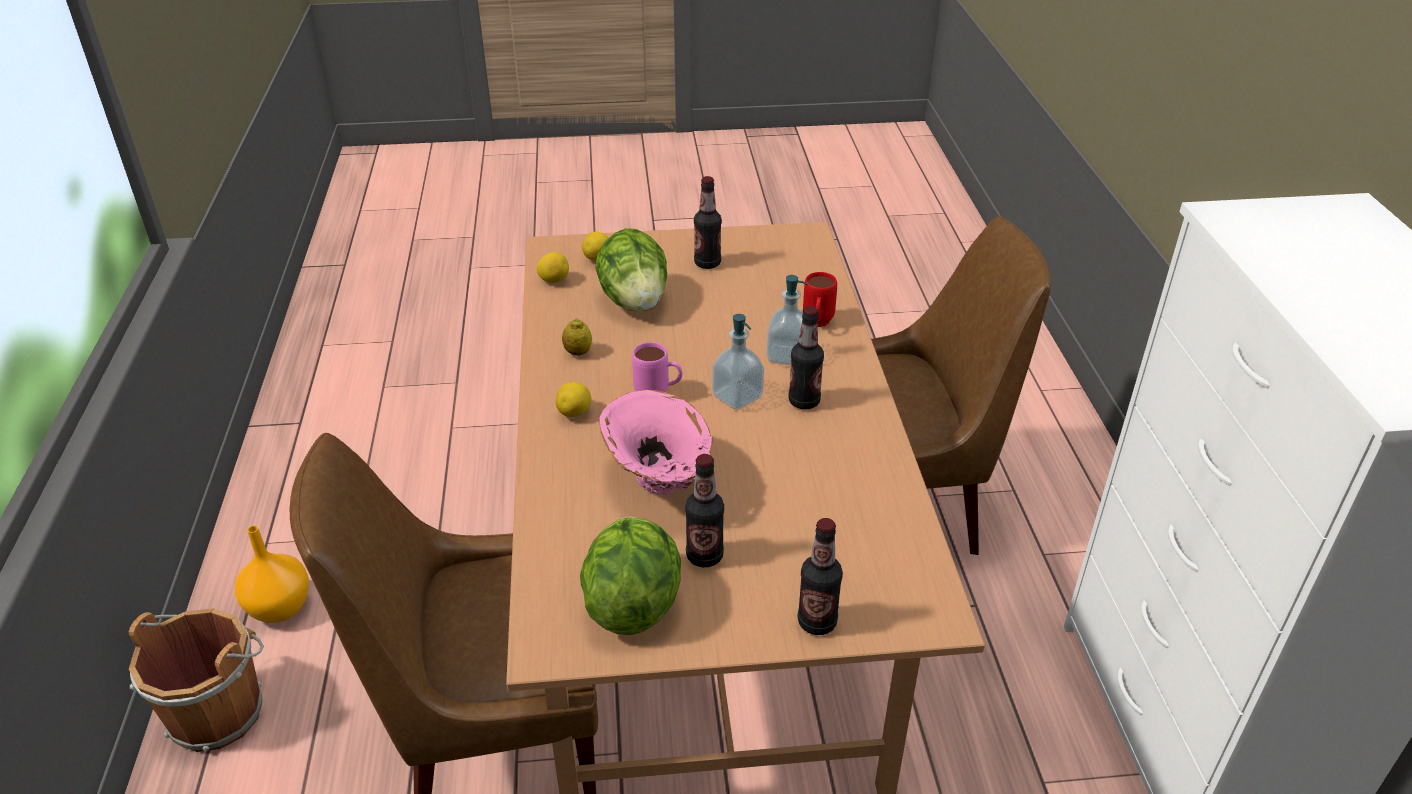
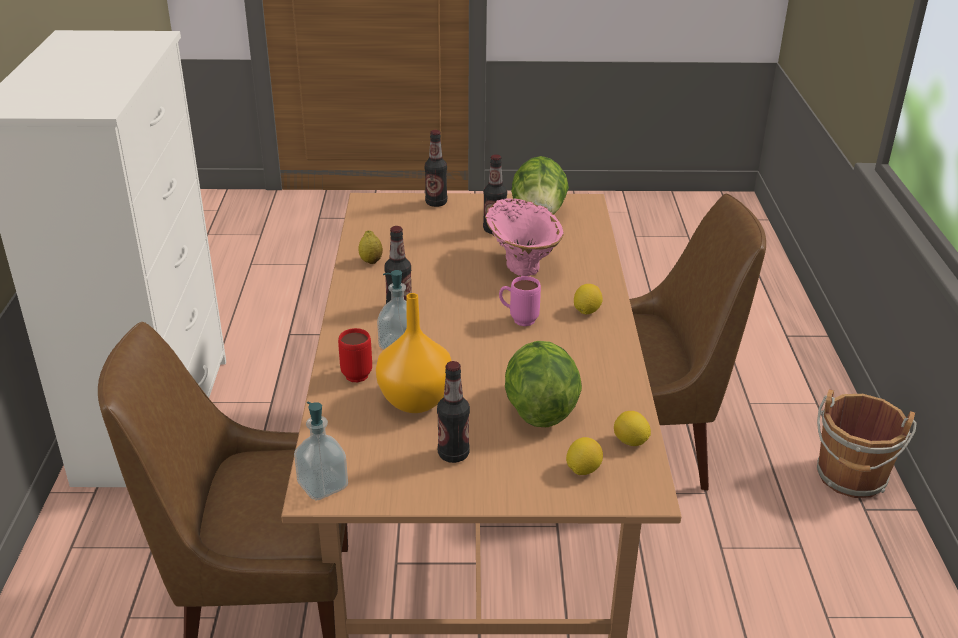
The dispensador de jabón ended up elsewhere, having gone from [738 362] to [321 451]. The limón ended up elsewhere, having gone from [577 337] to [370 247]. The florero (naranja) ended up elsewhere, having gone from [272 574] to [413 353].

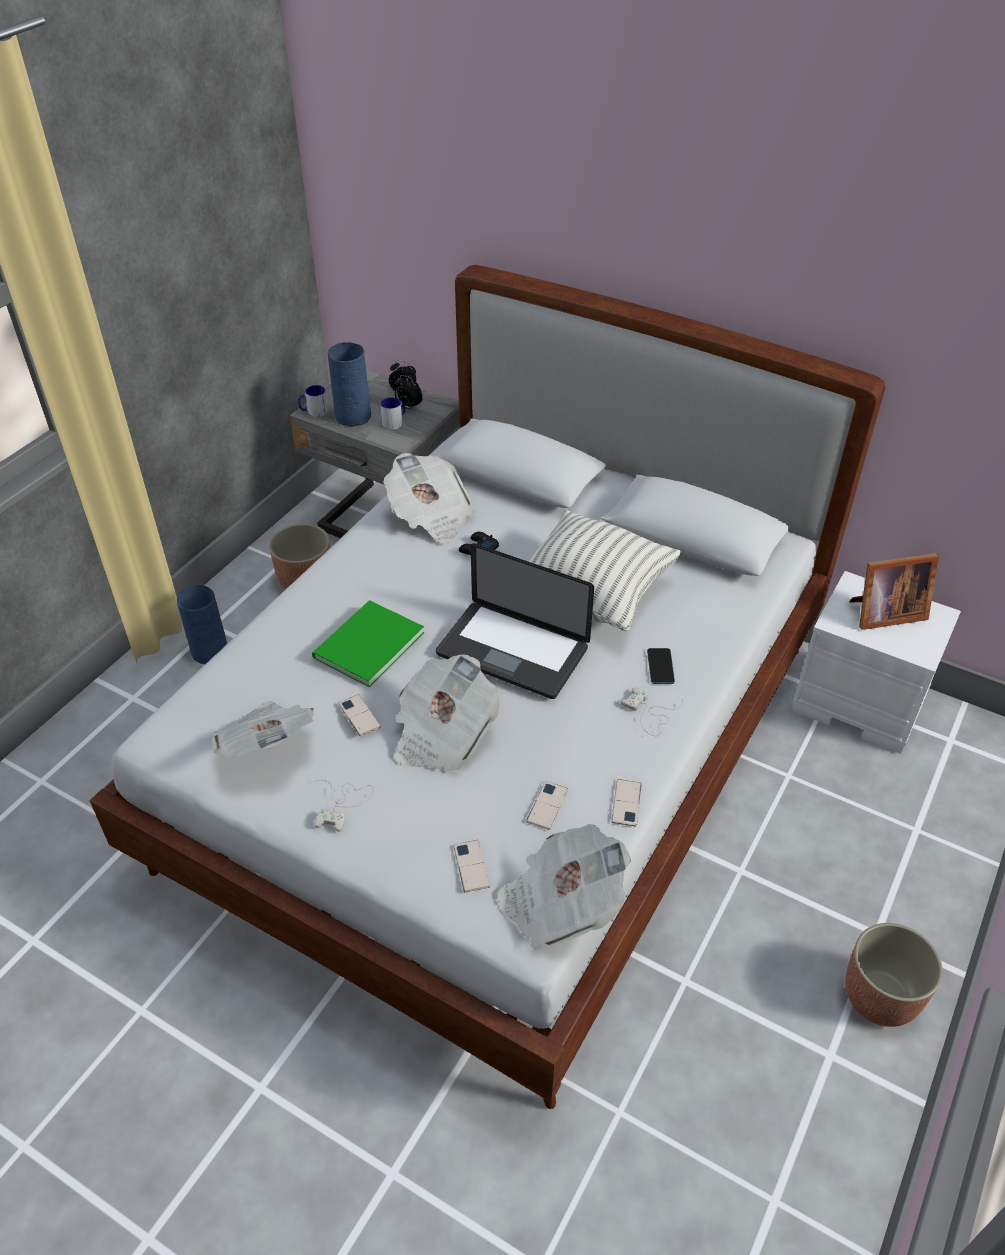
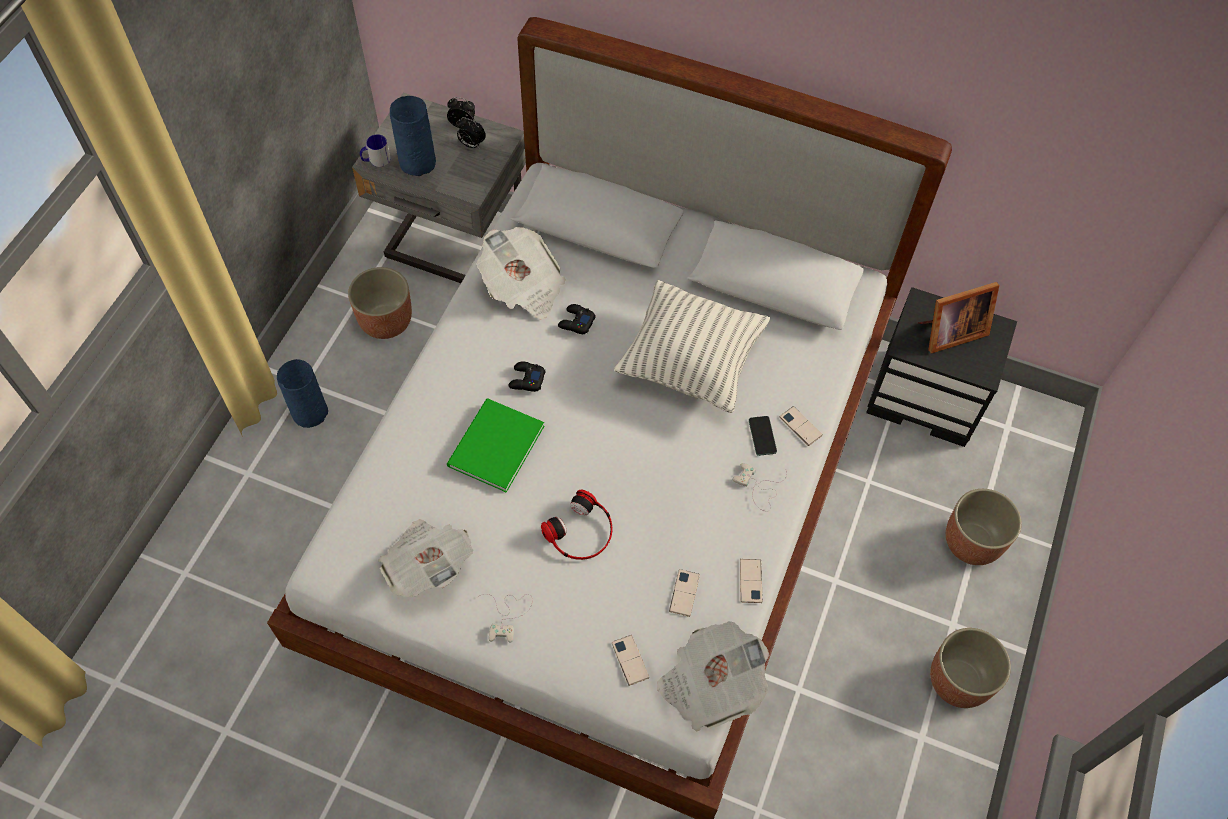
The second view lost the taza grande at [393 413]. The second view lost the portátil at [515 621]. What was the mesita de noche (blanco) at [876 662] turned into the mesita de noche (negro) at [941 367]. Where the periódico stood at [447 712], the auriculares came to stand at [576 525]. The móvil ended up elsewhere, having gone from [359 715] to [801 426]. The second view gained the mando de consola (negro) at [527 377]. The second view gained the maceta at [984 527].

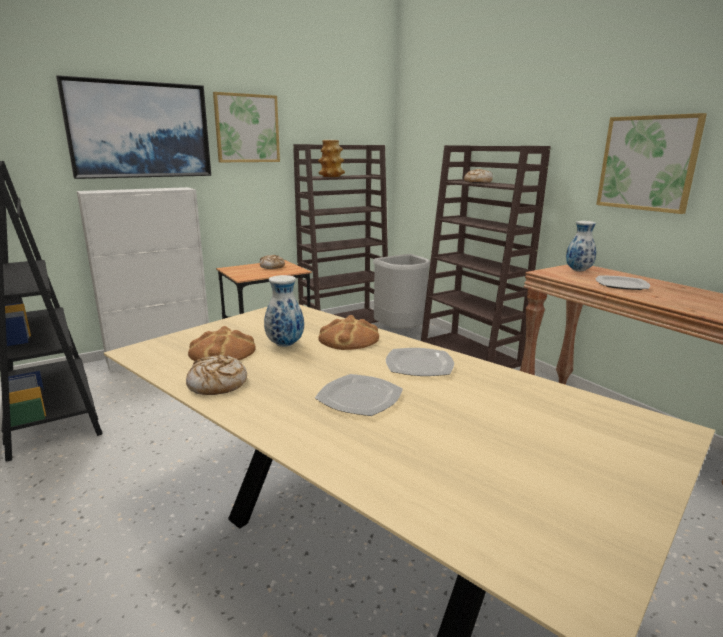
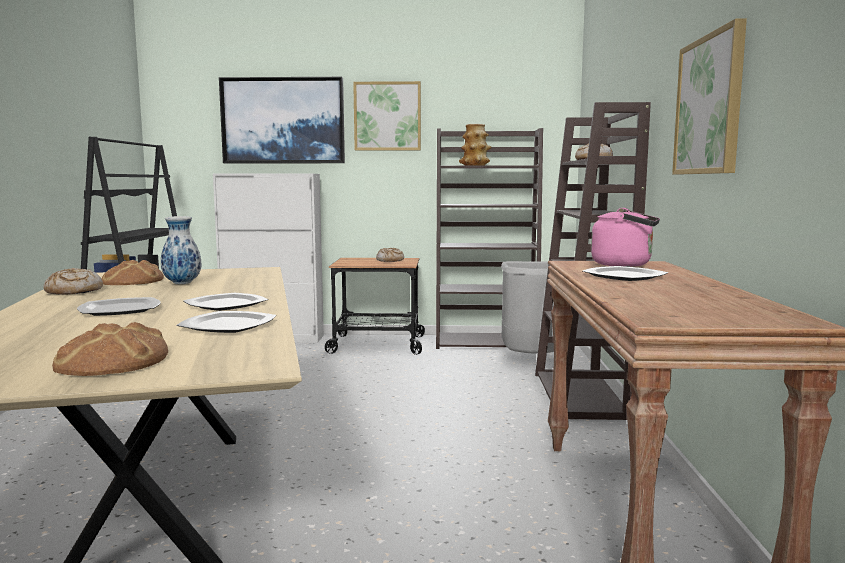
Where the florero stood at [581 246], the hervidor (rosa) came to stand at [625 237]. The pan ended up elsewhere, having gone from [348 332] to [110 349]. The second view gained the plato at [226 322].

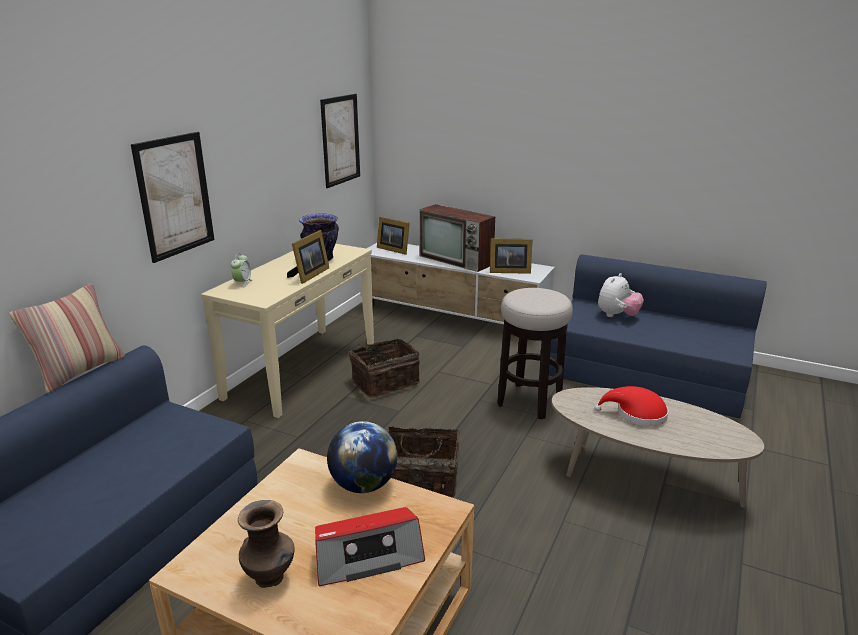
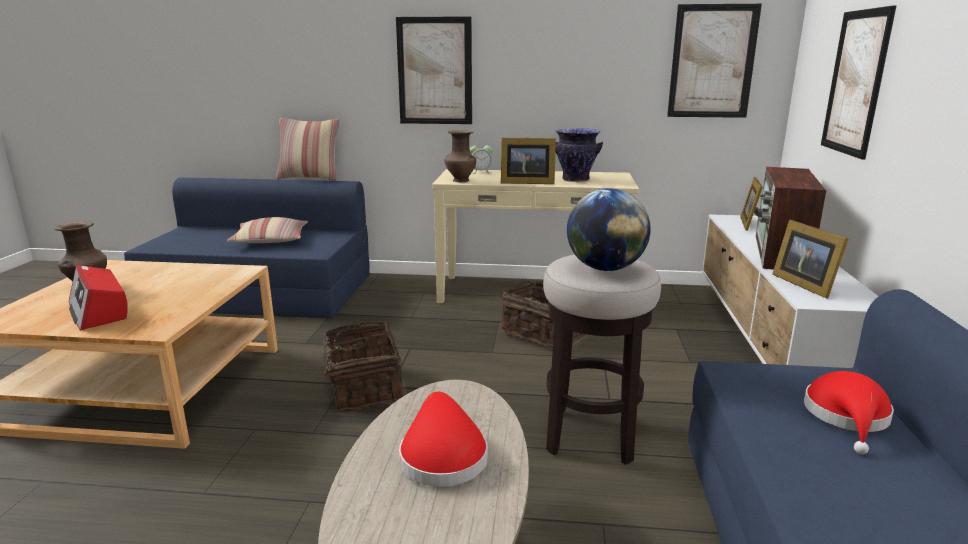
Where the peluche stood at [621 295], the sombrero (rojo) came to stand at [849 412]. The globo terráqueo ended up elsewhere, having gone from [362 457] to [609 229]. The second view gained the cuadro at [858 83]. The second view gained the florero (marrón) at [460 156]. The second view gained the cojín at [267 230].

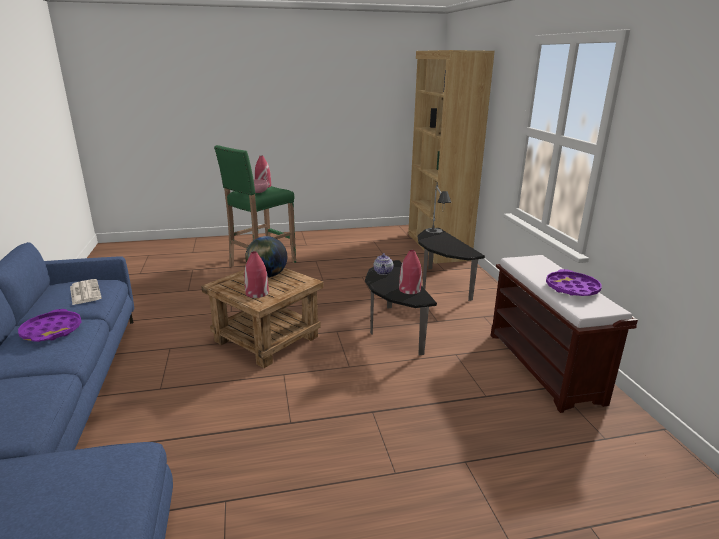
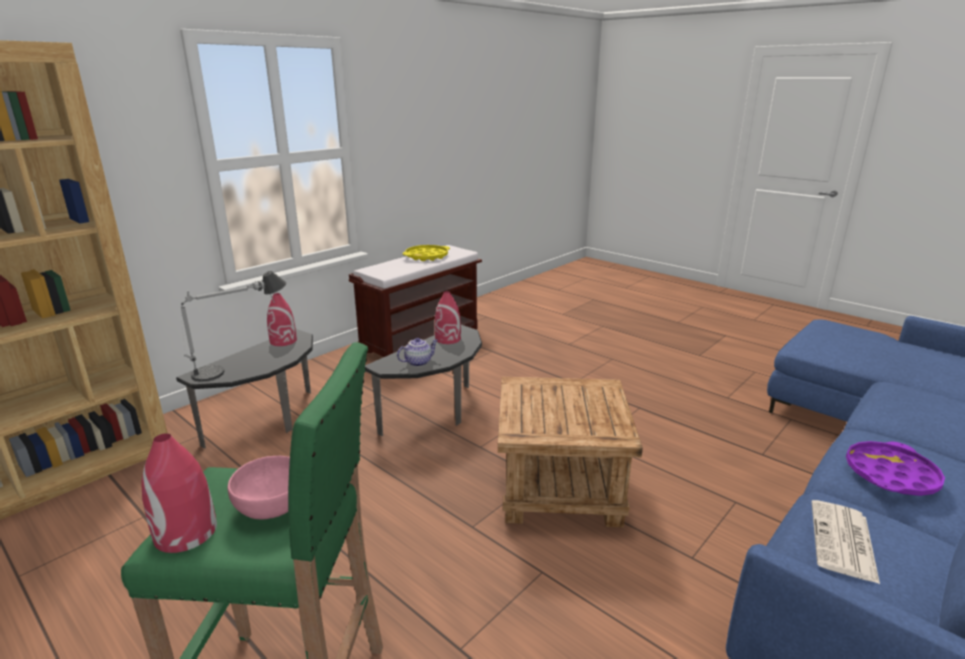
The second view lost the globo terráqueo at [266 256]. The florero (rojo) ended up elsewhere, having gone from [256 274] to [282 319]. What was the bandeja (morado) at [574 282] turned into the bandeja (amarillo) at [426 253].

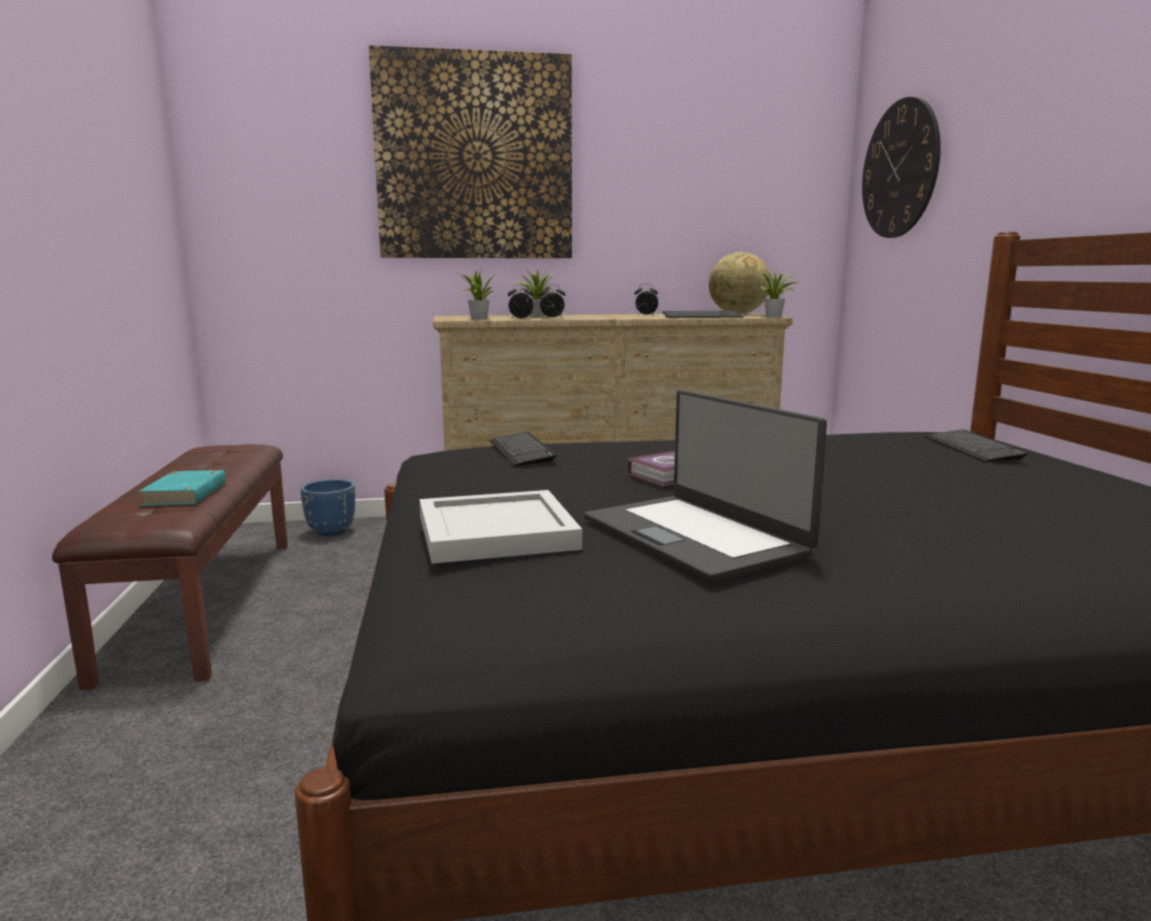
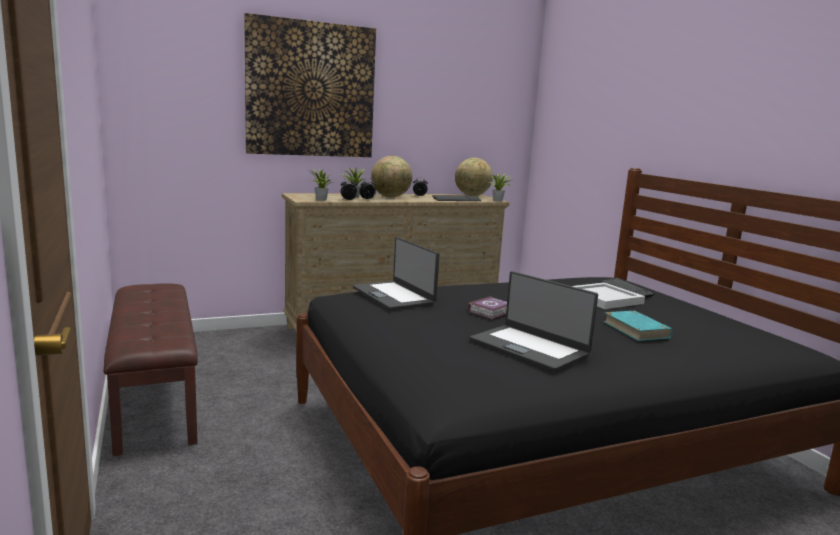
The second view lost the reloj de pared at [901 167]. Where the teclado stood at [523 449], the portátil came to stand at [396 273]. The libro (turquesa) ended up elsewhere, having gone from [182 488] to [637 326]. The second view lost the maceta (azul) at [327 507]. The bandeja (blanco) ended up elsewhere, having gone from [501 527] to [608 296]. The second view gained the globo terráqueo at [391 176].

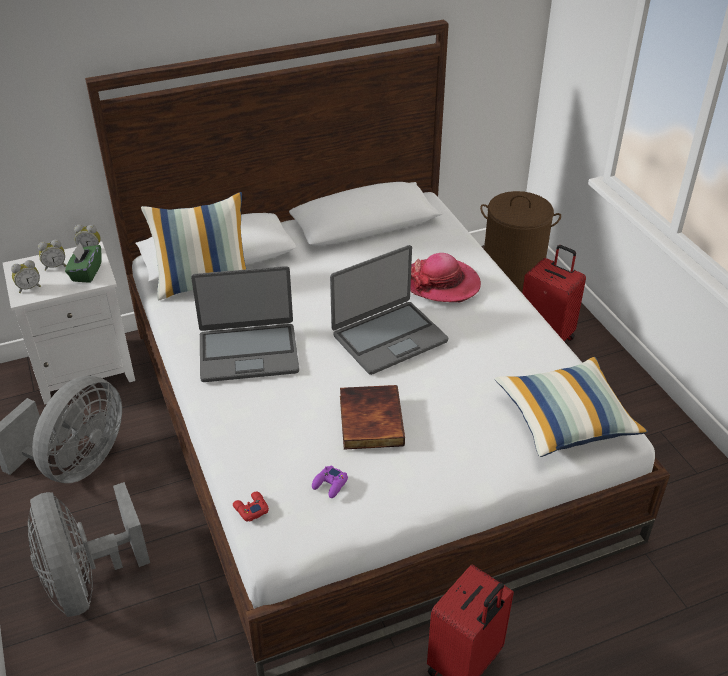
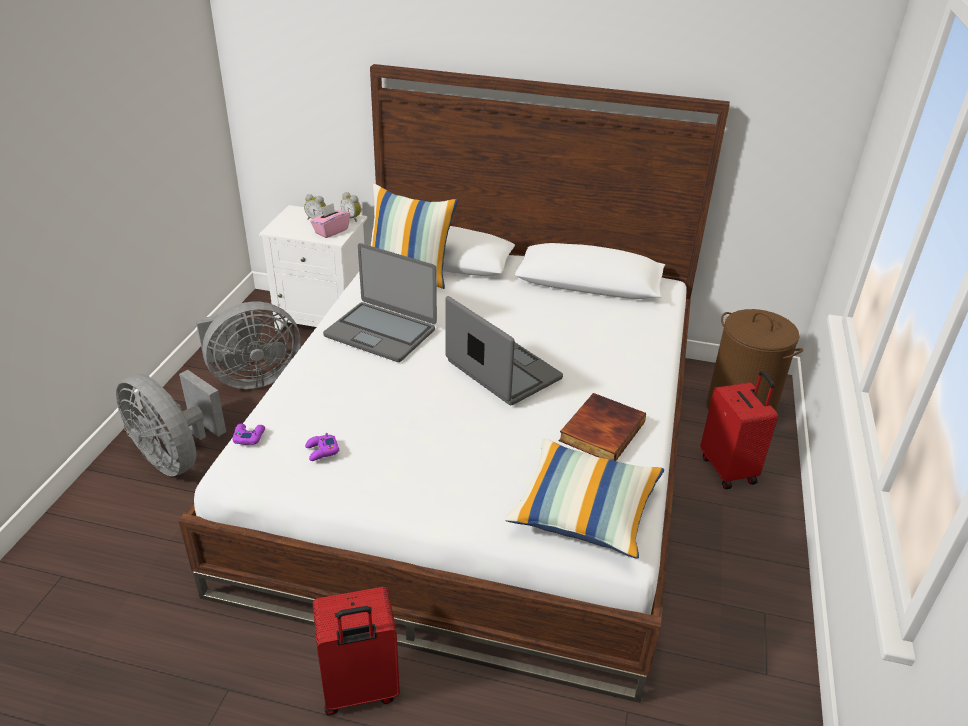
What was the caja de pañuelos (verde) at [83 262] turned into the caja de pañuelos (rosa) at [330 220]. The portátil at [389 310] ended up facing another way, 135 degrees counterclockwise from before. The second view lost the sombrero at [445 277]. The second view lost the despertador at [26 276]. The libro ended up elsewhere, having gone from [372 417] to [602 427]. The ventilador (gris) at [89 549] ended up facing another way, 60 degrees counterclockwise from before. What was the mando de consola (rojo) at [251 506] turned into the mando de consola (morado) at [249 434].

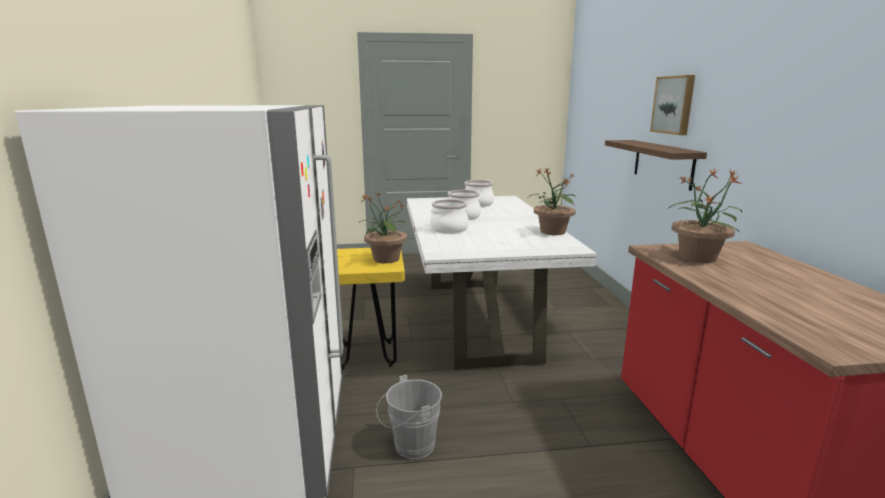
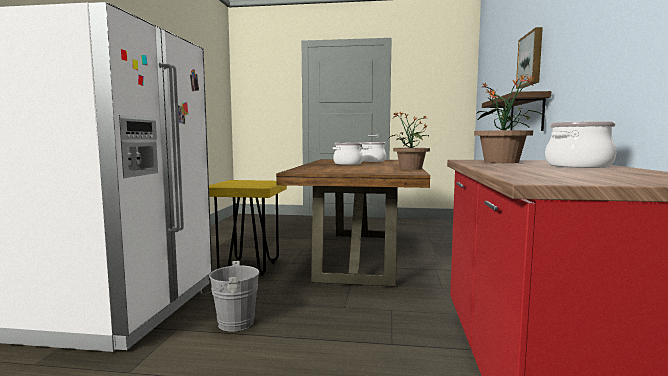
The second view lost the planta en maceta at [382 228]. What was the mesa de comedor (blanco) at [502 283] turned into the mesa de comedor (marrón) at [353 223]. The olla ended up elsewhere, having gone from [449 216] to [580 144].

